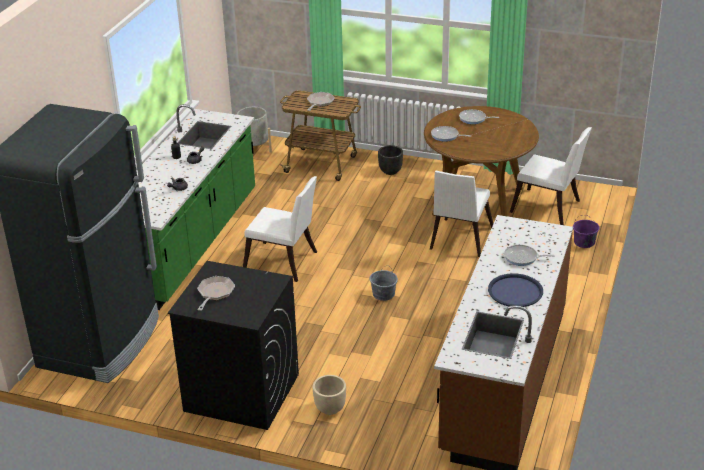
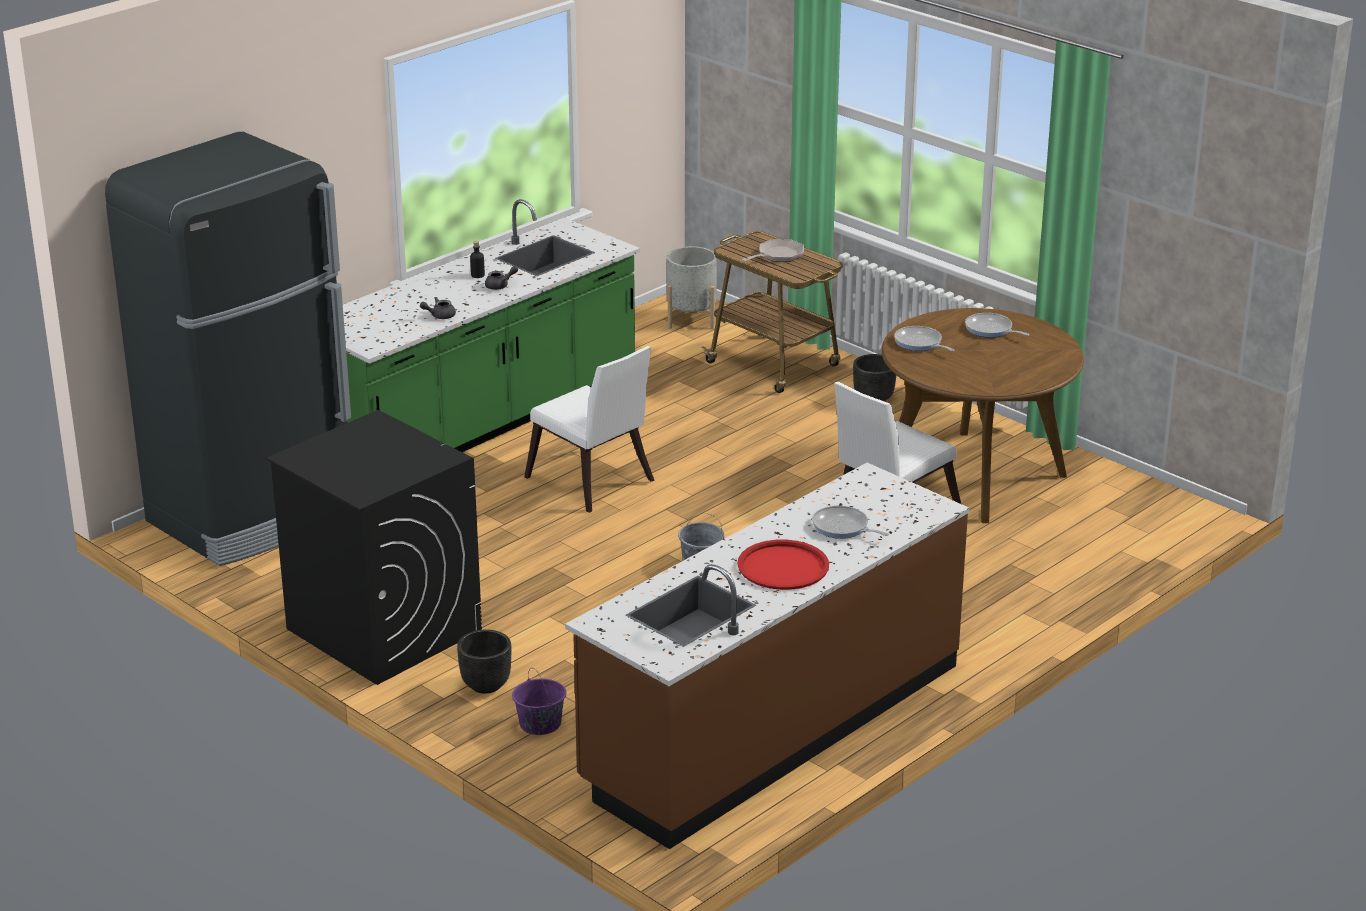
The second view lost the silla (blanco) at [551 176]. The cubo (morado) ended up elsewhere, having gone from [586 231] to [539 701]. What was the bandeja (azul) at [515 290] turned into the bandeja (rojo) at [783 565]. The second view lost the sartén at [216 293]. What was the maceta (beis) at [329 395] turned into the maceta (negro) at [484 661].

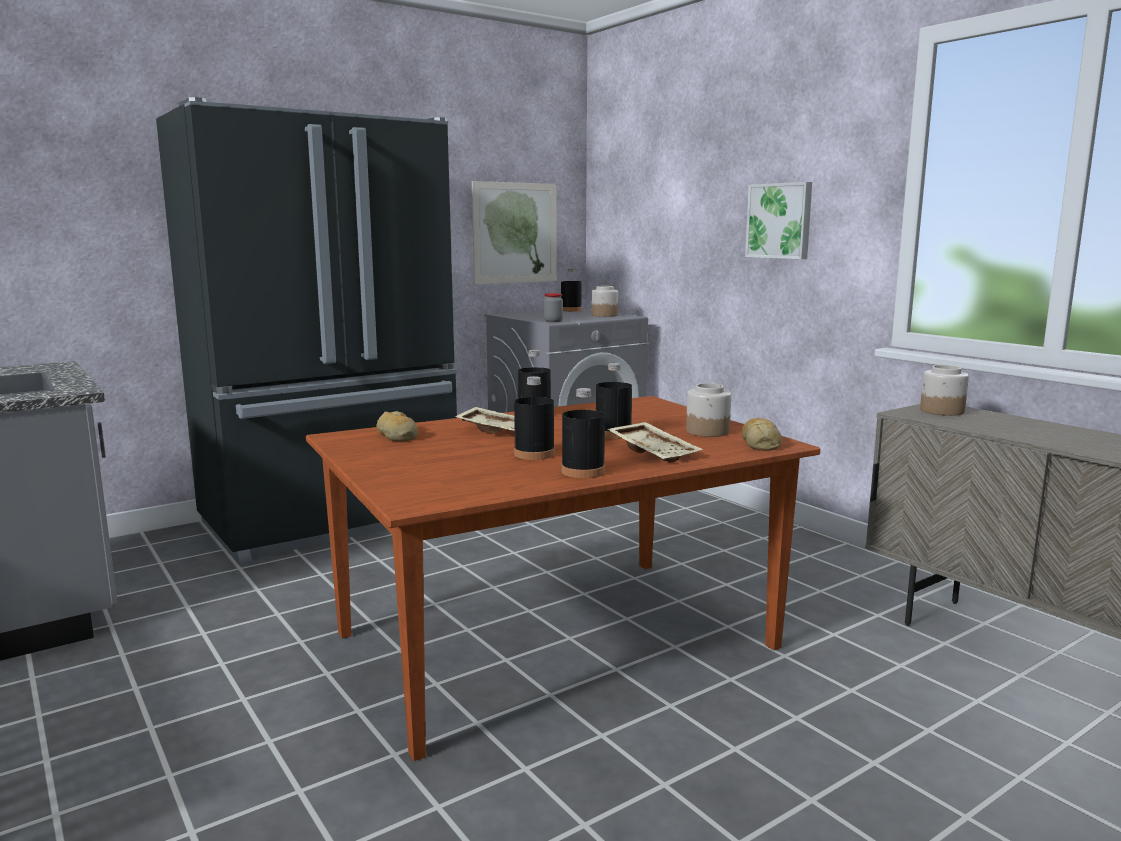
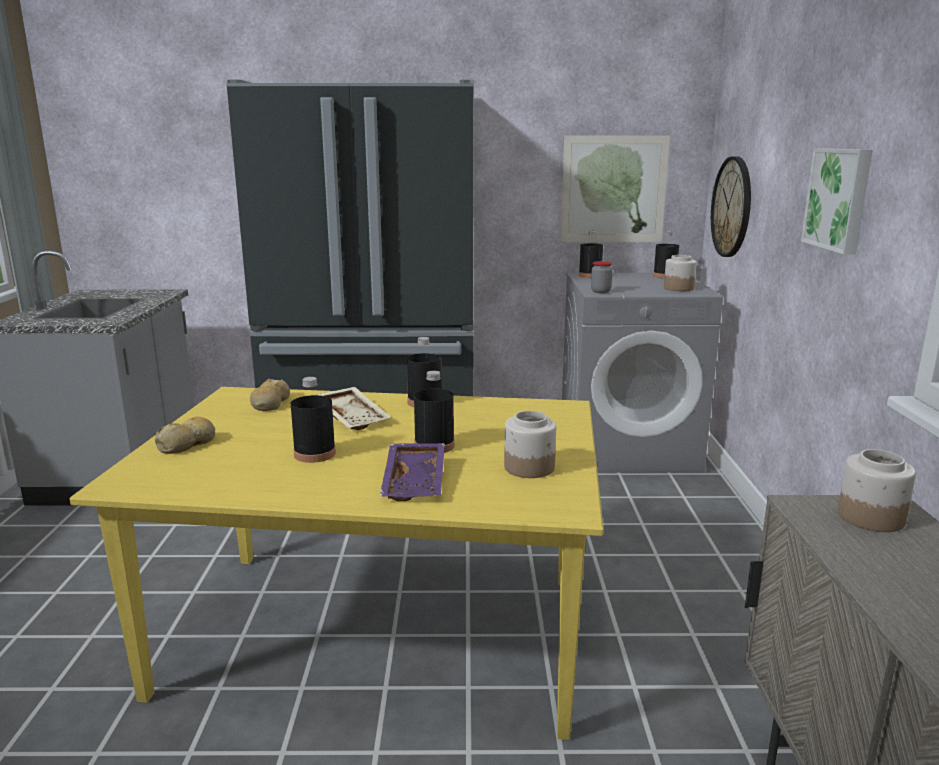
The botella (negro) ended up elsewhere, having gone from [583 433] to [591 254]. What was the mesa de comedor (marrón) at [563 578] turned into the mesa de comedor (amarillo) at [336 563]. The pan ended up elsewhere, having gone from [762 434] to [185 435]. What was the bandeja (beis) at [655 442] turned into the bandeja (morado) at [412 472]. The second view gained the reloj de pared at [731 206].

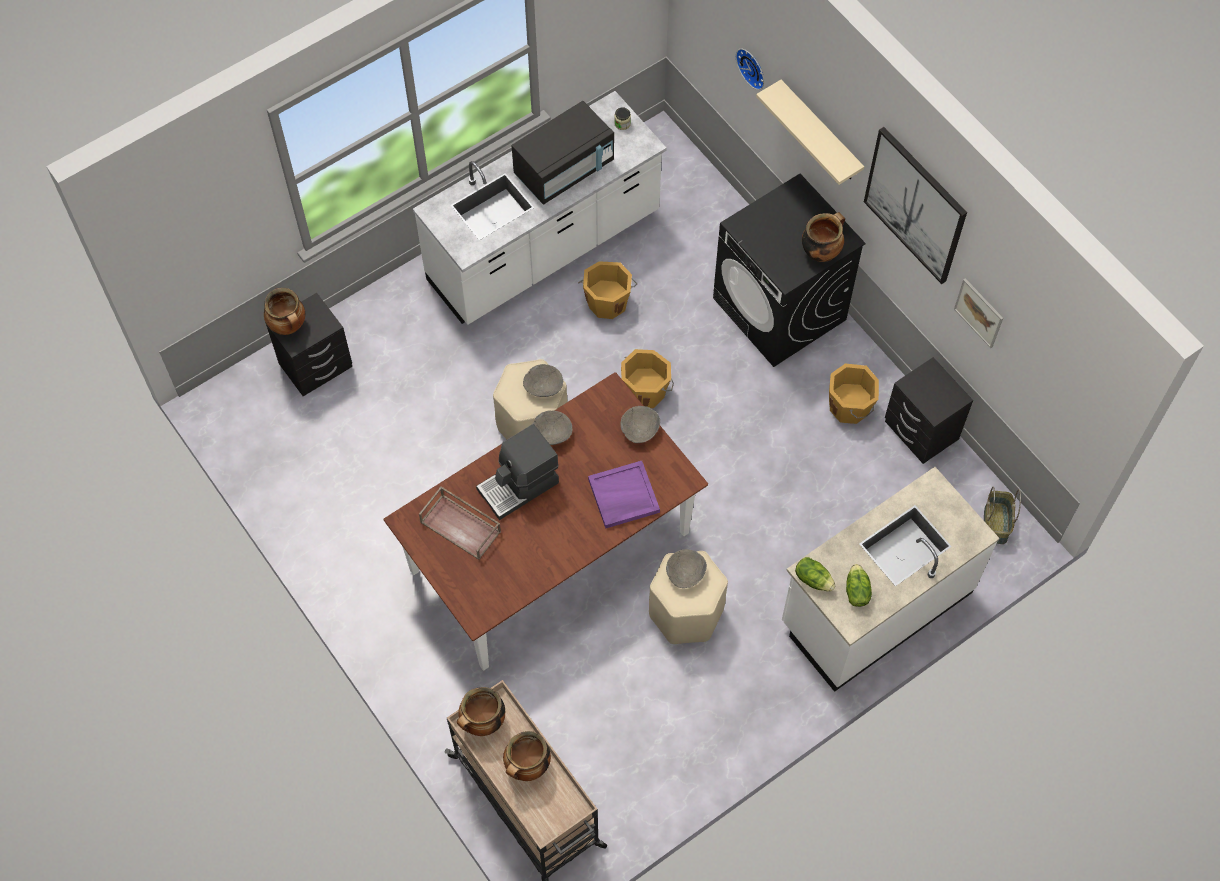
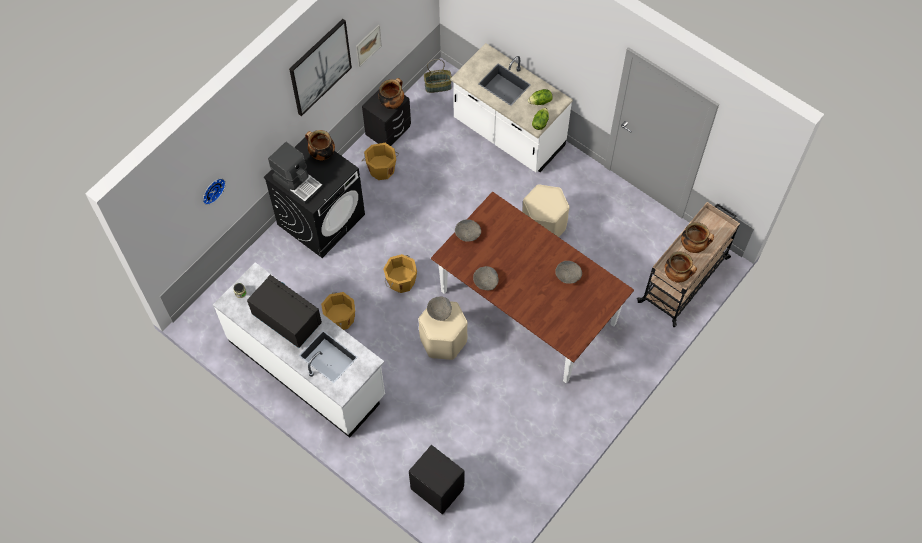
The second view lost the estante (beis) at [810 132]. The olla ended up elsewhere, having gone from [284 311] to [391 93]. The cafetera ended up elsewhere, having gone from [517 472] to [295 173]. The second view lost the bandeja (morado) at [624 495]. The second view lost the bandeja (marrón) at [460 523]. The cuenco (gris) ended up elsewhere, having gone from [686 568] to [568 272].

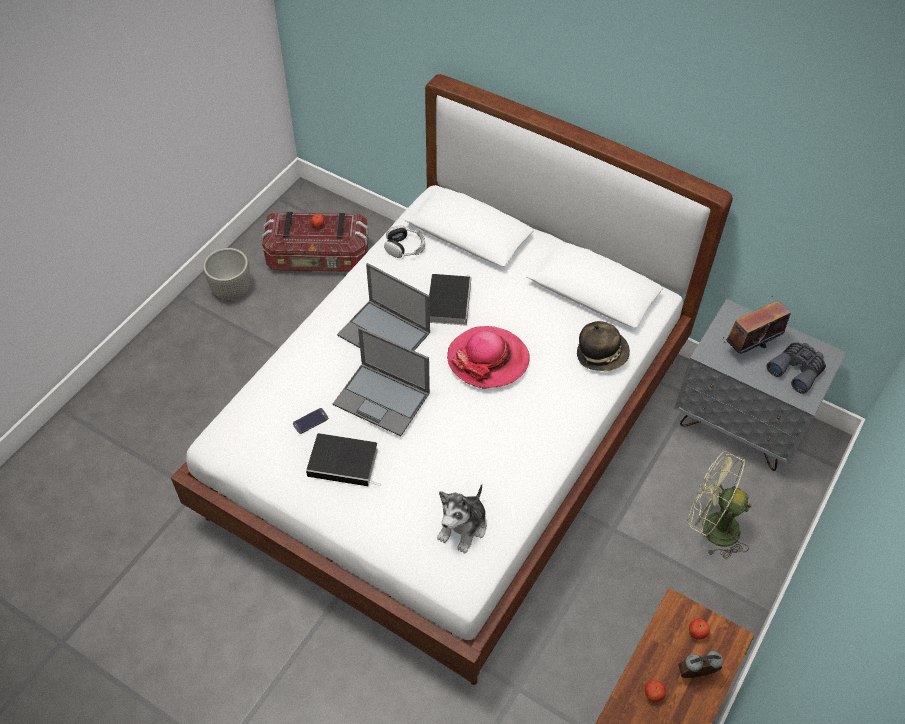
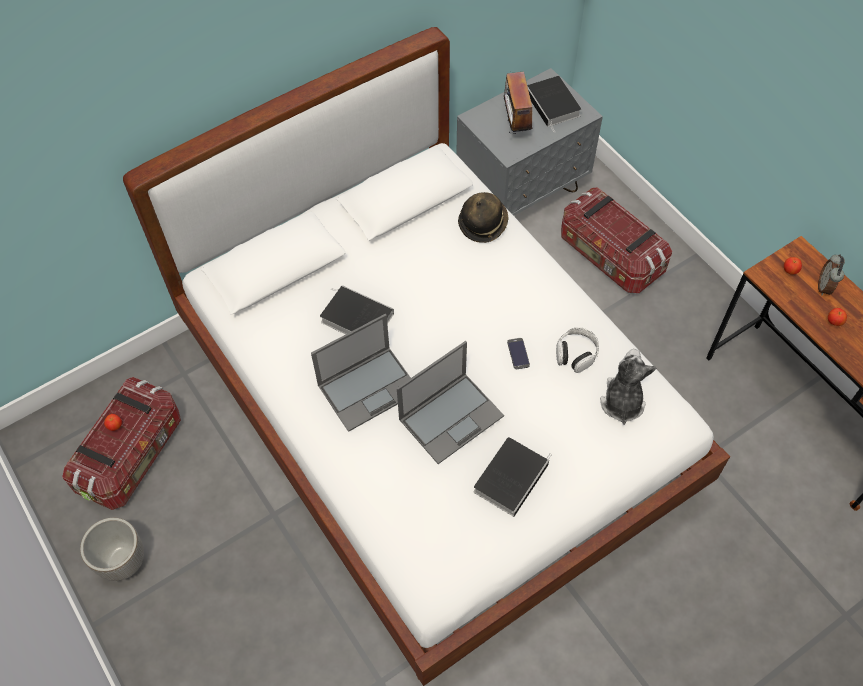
The auriculares ended up elsewhere, having gone from [404 241] to [577 350]. The second view lost the sombrero at [488 357]. Where the prismáticos (gris) stood at [796 368], the libro came to stand at [554 104]. The móvil ended up elsewhere, having gone from [310 421] to [518 353]. Where the ventilador (verde) stood at [719 505], the caja de almacenaje came to stand at [616 240]. The peluche at [462 518] ended up facing another way, 135 degrees counterclockwise from before.

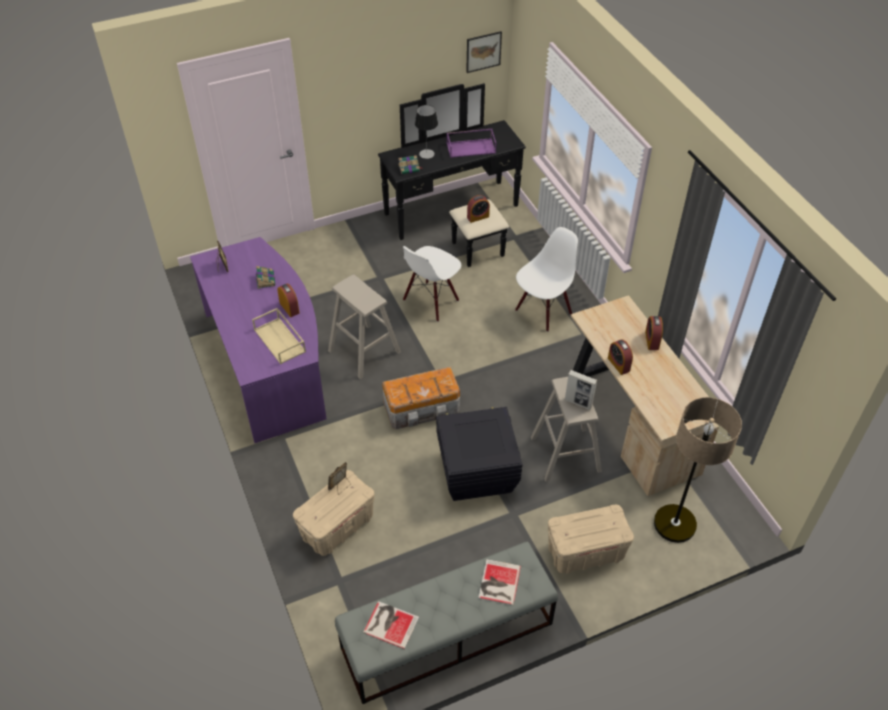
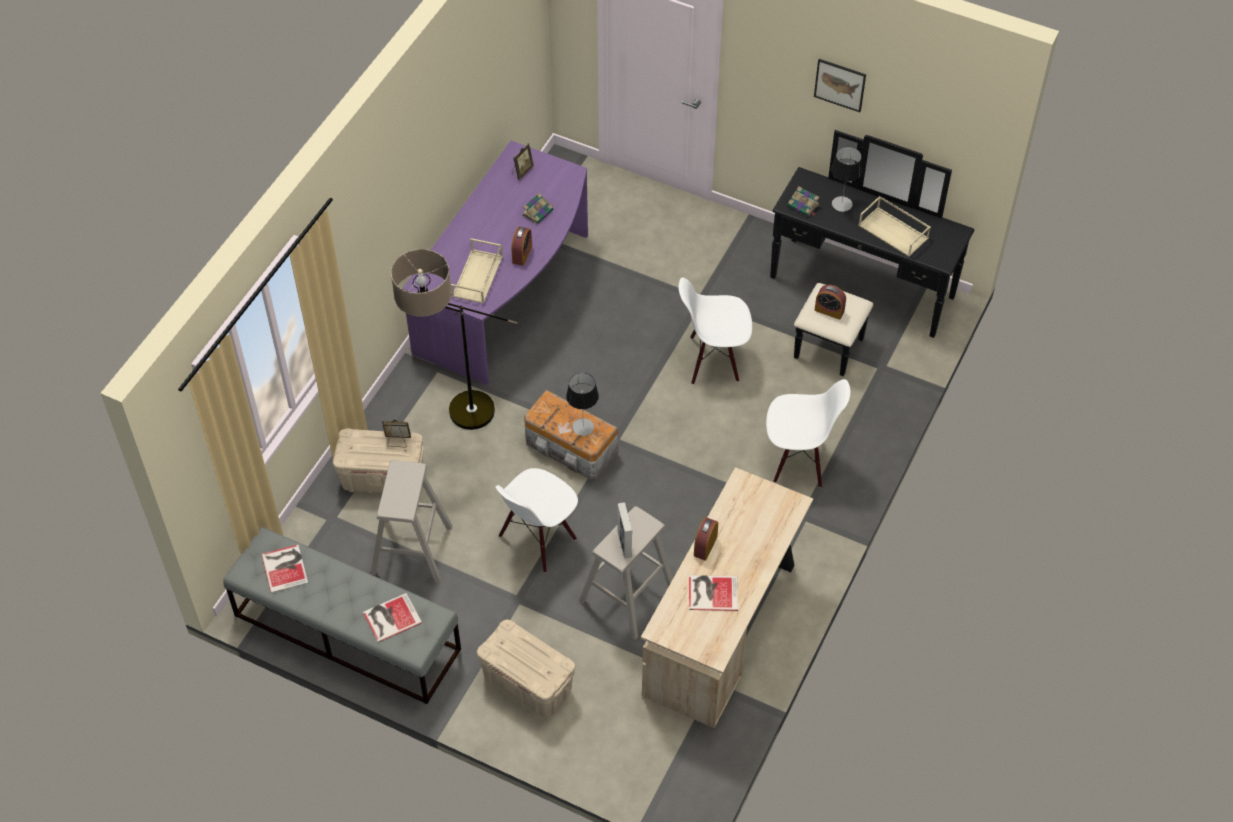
The cuadro ended up elsewhere, having gone from [484 52] to [840 85]. What was the bandeja (morado) at [471 143] turned into the bandeja (beis) at [894 226]. The taburete (beis) ended up elsewhere, having gone from [364 327] to [412 521]. The second view lost the despertador at [654 333]. The lámpara de pie ended up elsewhere, having gone from [698 470] to [454 339]. Where the caja de almacenaje (negro) stood at [479 454], the silla (blanco) came to stand at [536 520]. The second view gained the lámpara de mesa at [582 404]. The second view gained the libro at [713 593].

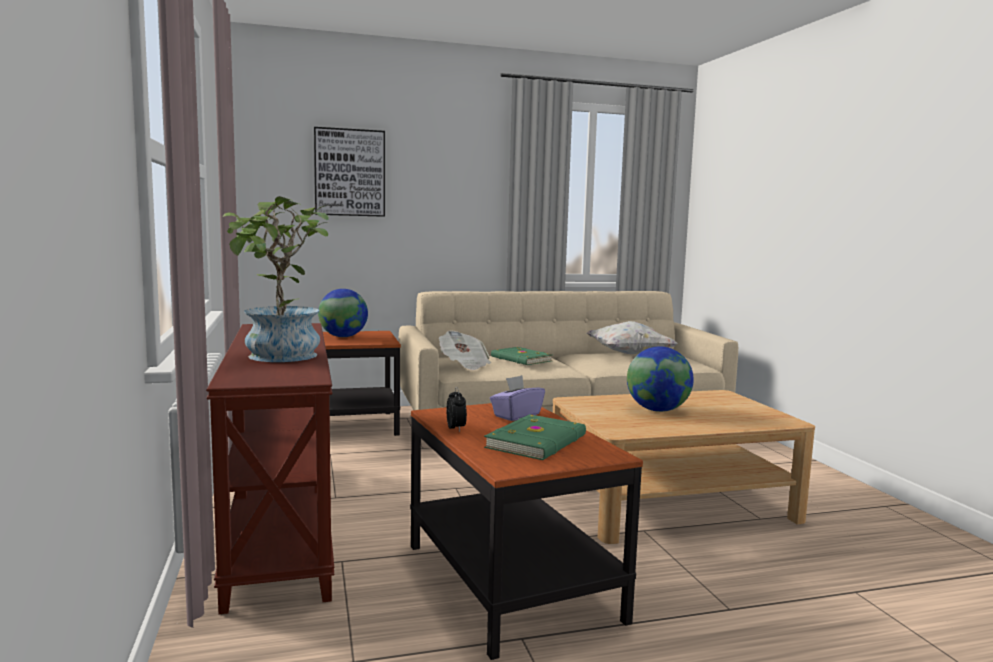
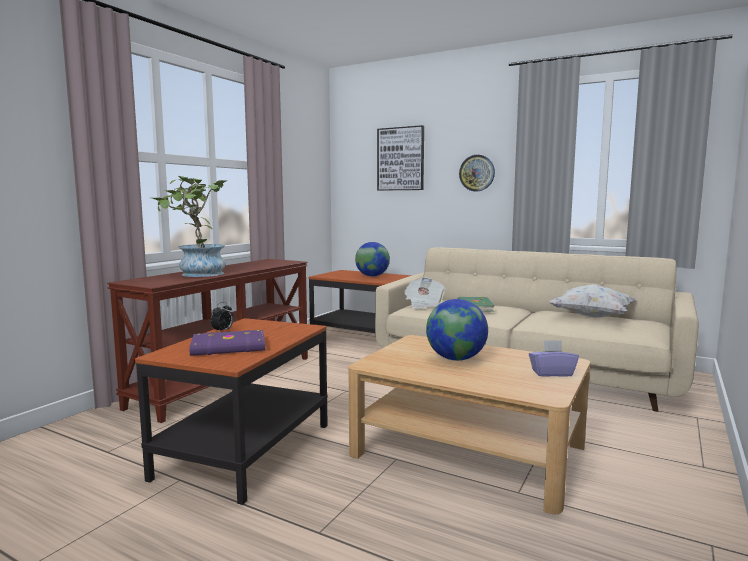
The caja de pañuelos (morado) ended up elsewhere, having gone from [517 398] to [554 358]. What was the libro (verde) at [535 437] turned into the libro (morado) at [227 343]. The second view gained the reloj de pared at [477 173].

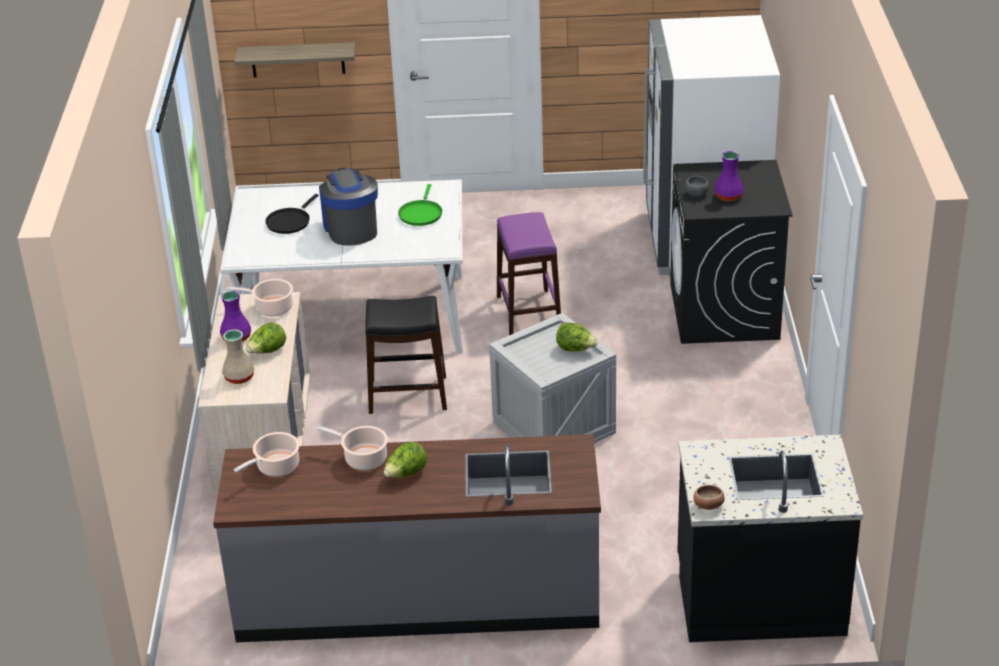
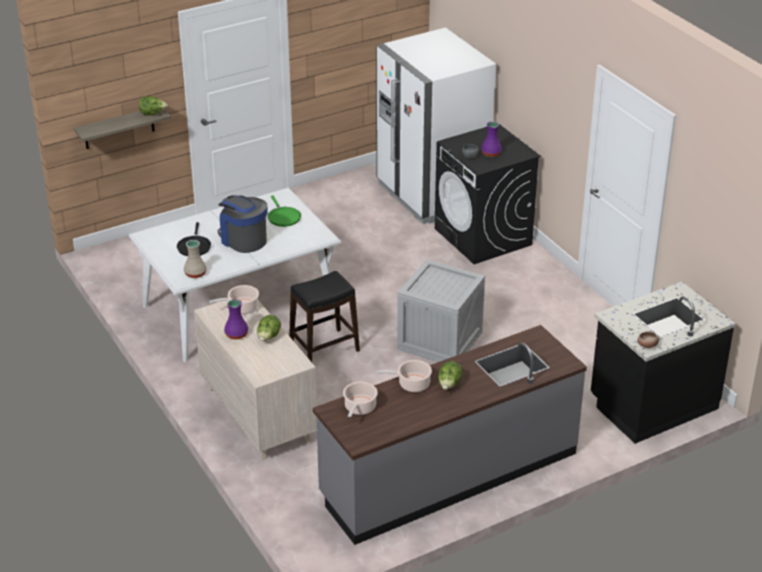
The second view lost the taburete (morado) at [529 273]. The lechuga ended up elsewhere, having gone from [577 337] to [153 105]. The florero (beis) ended up elsewhere, having gone from [238 357] to [195 259].

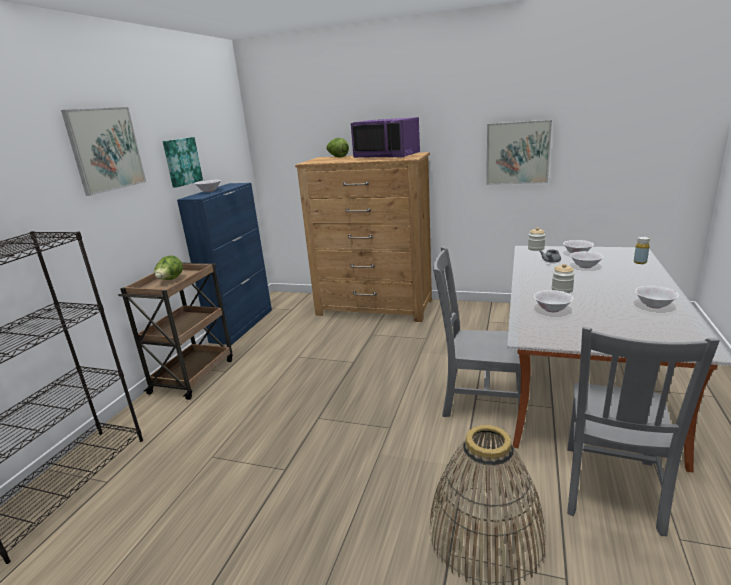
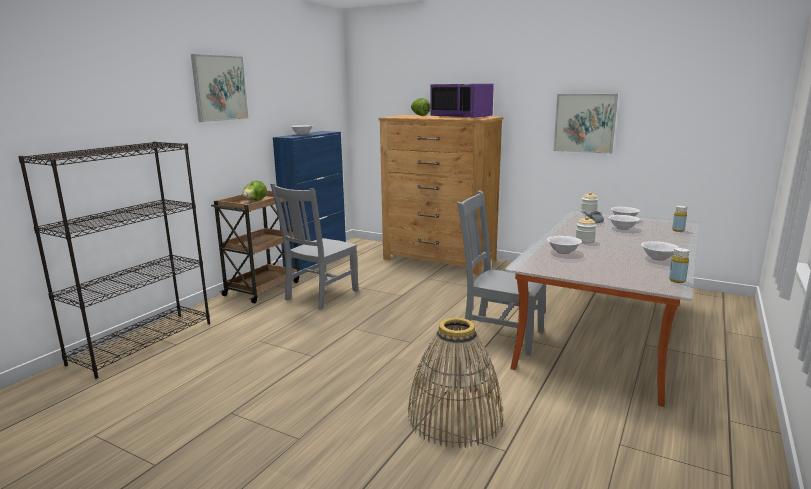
The second view lost the cuadro at [183 162]. The silla (gris) ended up elsewhere, having gone from [643 431] to [314 246]. The second view gained the botella (amarillo) at [679 265].

